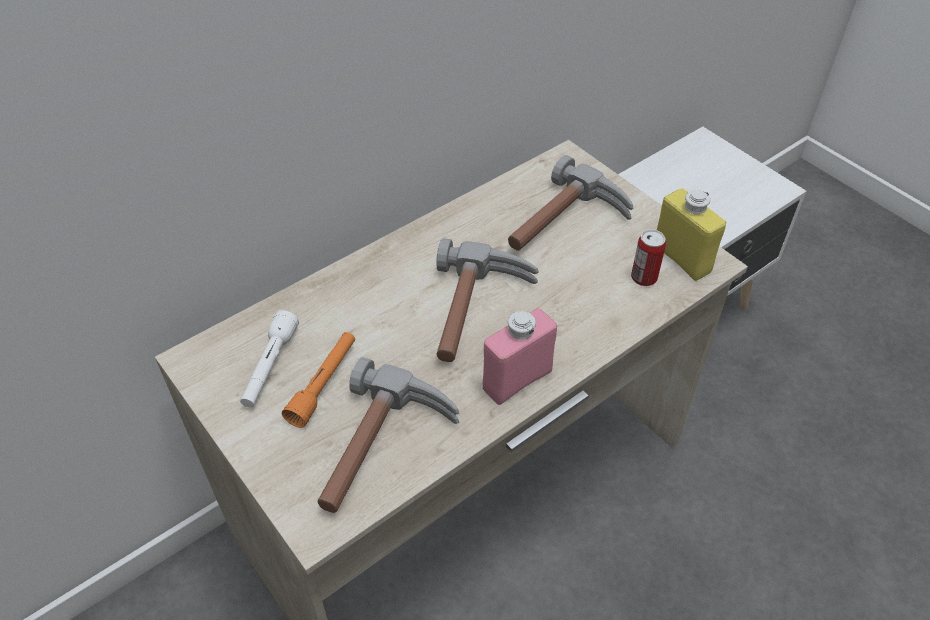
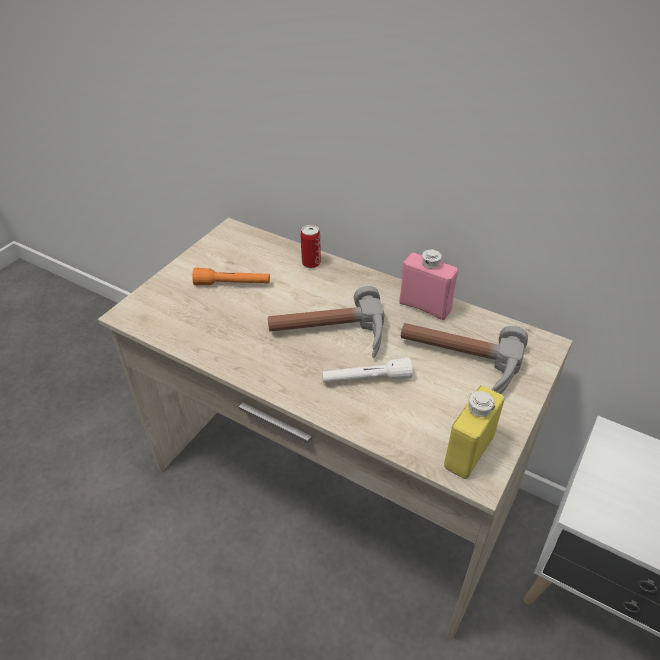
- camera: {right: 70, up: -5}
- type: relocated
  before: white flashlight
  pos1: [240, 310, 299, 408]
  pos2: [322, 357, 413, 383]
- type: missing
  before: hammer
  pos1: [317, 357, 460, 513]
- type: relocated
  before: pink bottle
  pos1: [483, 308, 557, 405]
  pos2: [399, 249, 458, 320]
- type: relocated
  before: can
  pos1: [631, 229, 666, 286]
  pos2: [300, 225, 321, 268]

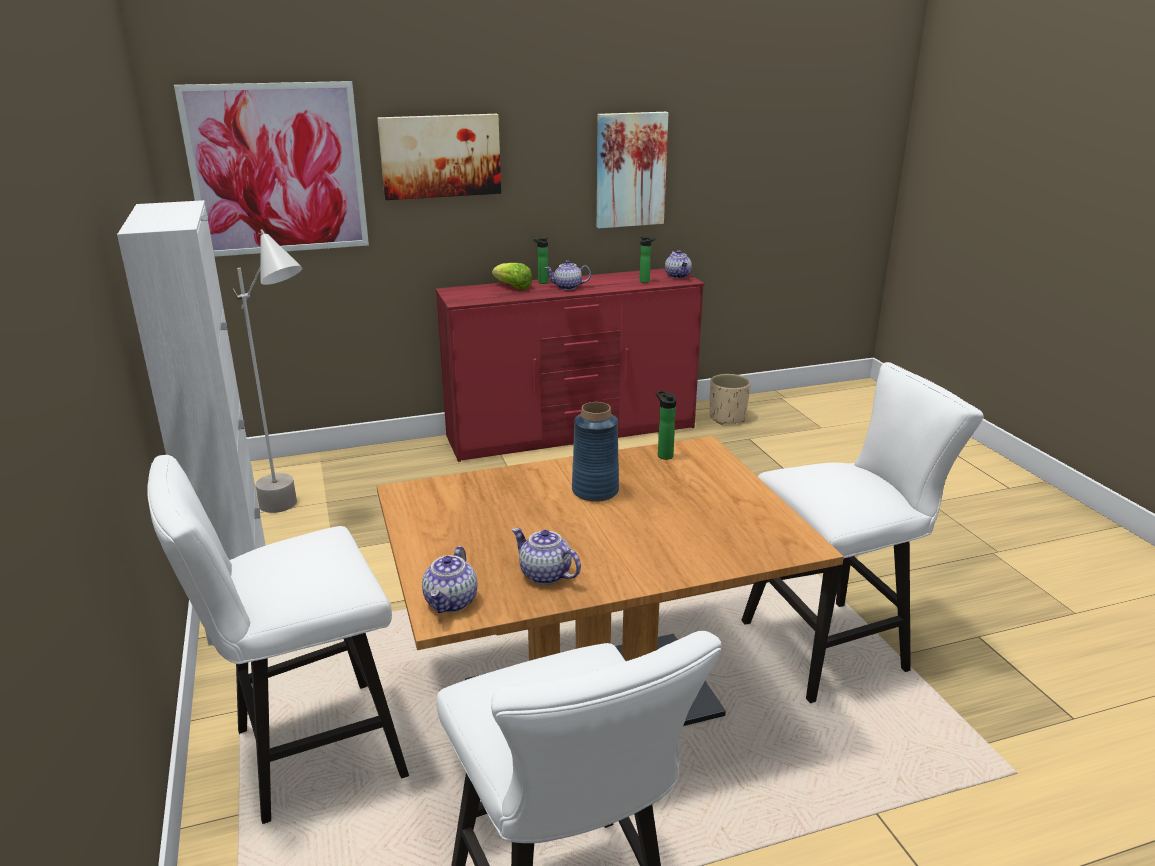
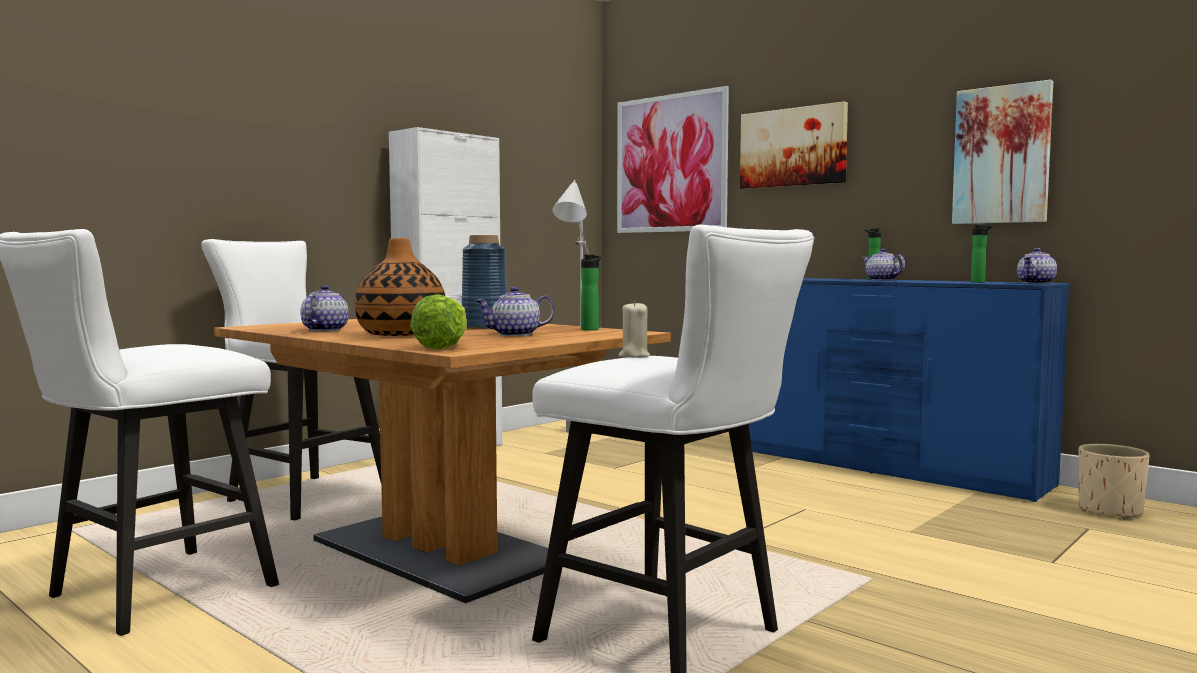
- camera: {right: 60, up: -20}
- type: relocated
  before: teapot
  pos1: [422, 546, 477, 613]
  pos2: [475, 287, 555, 336]
- type: colour
  before: red dresser
  after: blue dresser
  pos1: [435, 268, 705, 462]
  pos2: [748, 278, 1070, 502]
- type: relocated
  before: lettuce
  pos1: [492, 263, 532, 290]
  pos2: [410, 294, 467, 349]
- type: appeared
  after: vase
  pos2: [355, 238, 445, 336]
- type: appeared
  after: beige candle
  pos2: [618, 301, 650, 358]

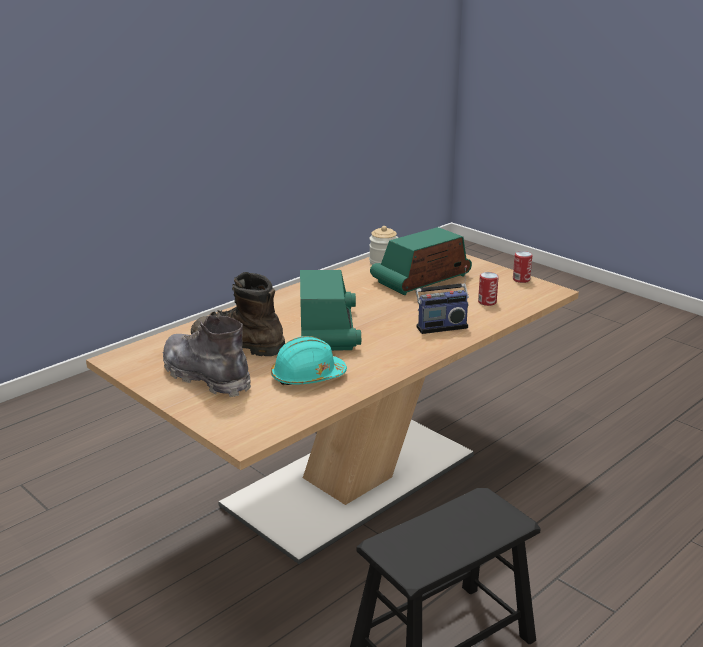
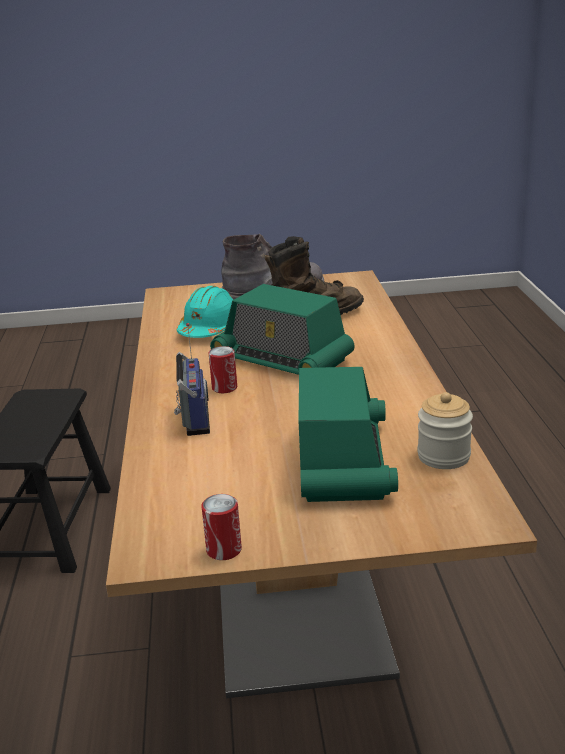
- camera: {right: 130, up: 0}
- type: spun
  before: radio
  pos1: [416, 266, 469, 334]
  pos2: [174, 323, 210, 436]
  turn: 150
- type: relocated
  before: can
  pos1: [478, 272, 499, 306]
  pos2: [209, 346, 237, 393]

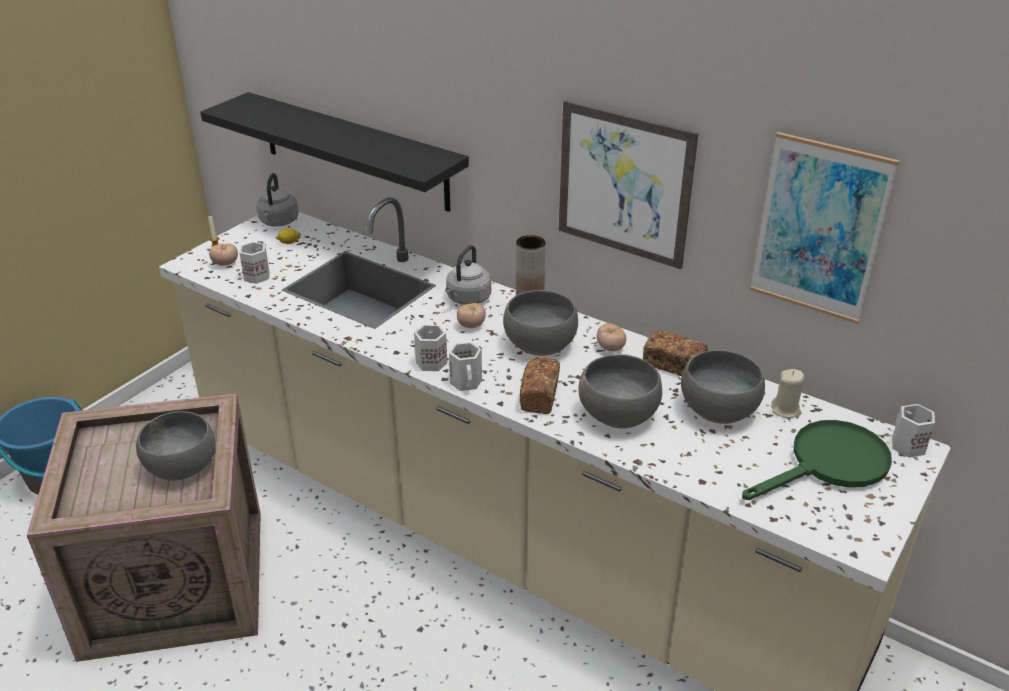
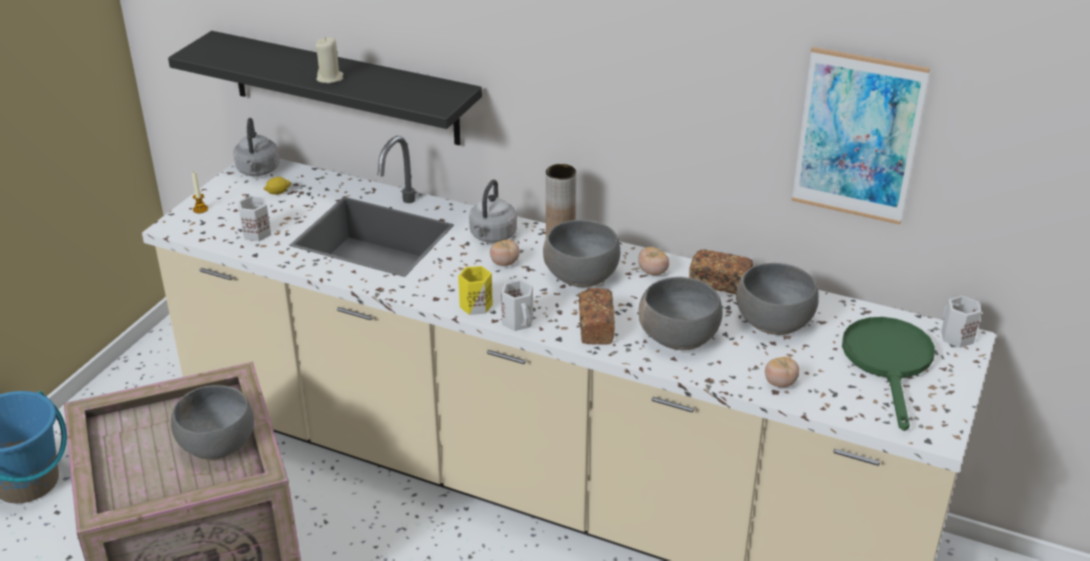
- camera: {right: -10, up: 0}
- type: relocated
  before: tomato
  pos1: [209, 243, 238, 266]
  pos2: [765, 357, 799, 388]
- type: colour
  before: white mug
  after: yellow mug
  pos1: [414, 325, 447, 371]
  pos2: [458, 266, 493, 315]
- type: missing
  before: picture
  pos1: [559, 100, 698, 269]
- type: spun
  before: green frying pan
  pos1: [742, 420, 892, 500]
  pos2: [842, 317, 935, 431]
  turn: -45
- type: relocated
  before: beige candle
  pos1: [771, 369, 804, 418]
  pos2: [315, 37, 343, 83]

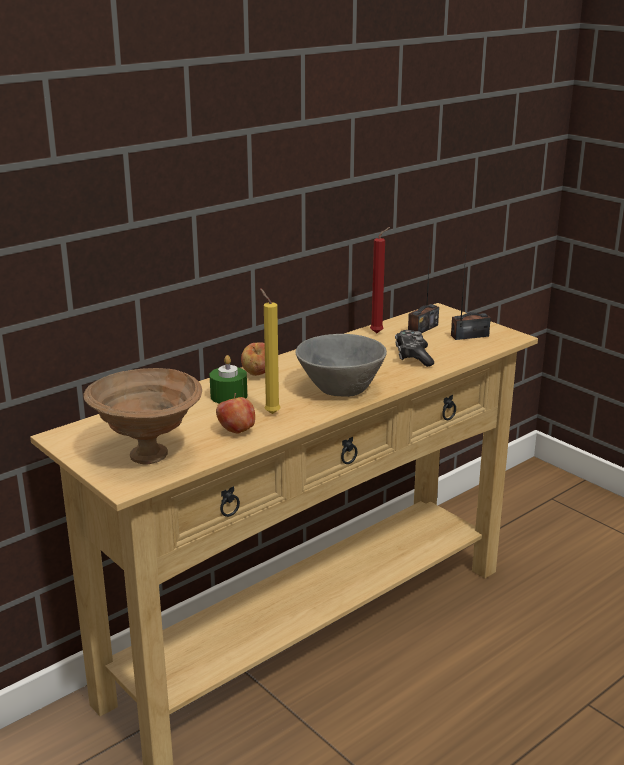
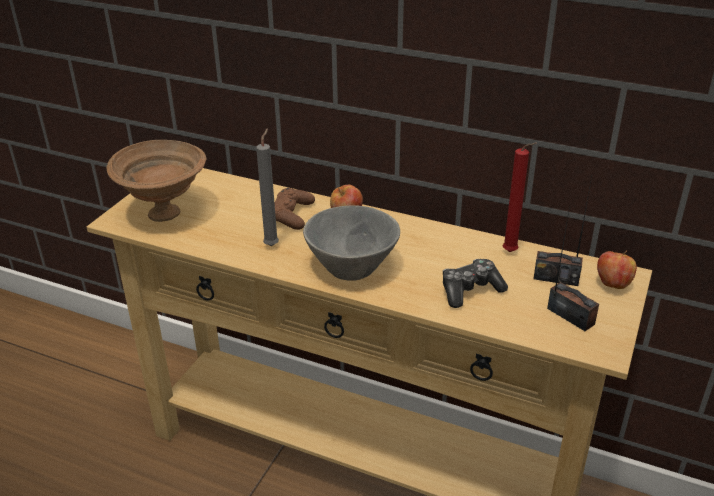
- camera: {right: 65, up: 10}
- type: exchanged
  before: green candle
  after: brown game controller
  pos1: [209, 355, 247, 404]
  pos2: [274, 188, 315, 230]
- type: relocated
  before: apple
  pos1: [216, 393, 255, 434]
  pos2: [597, 251, 637, 289]
- type: colour
  before: yellow candle
  after: grey candle
  pos1: [260, 288, 280, 414]
  pos2: [256, 128, 279, 246]

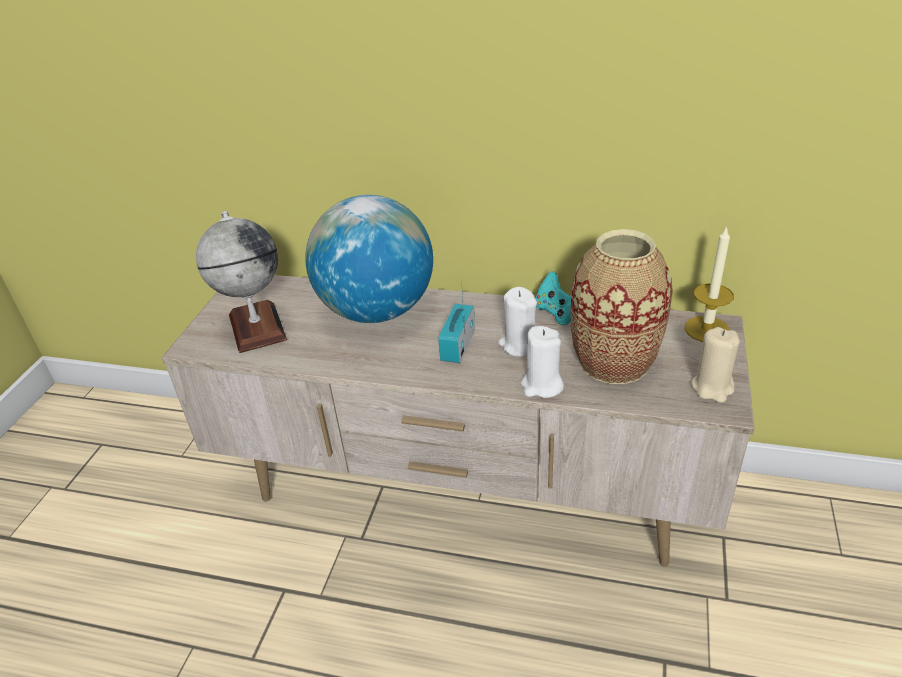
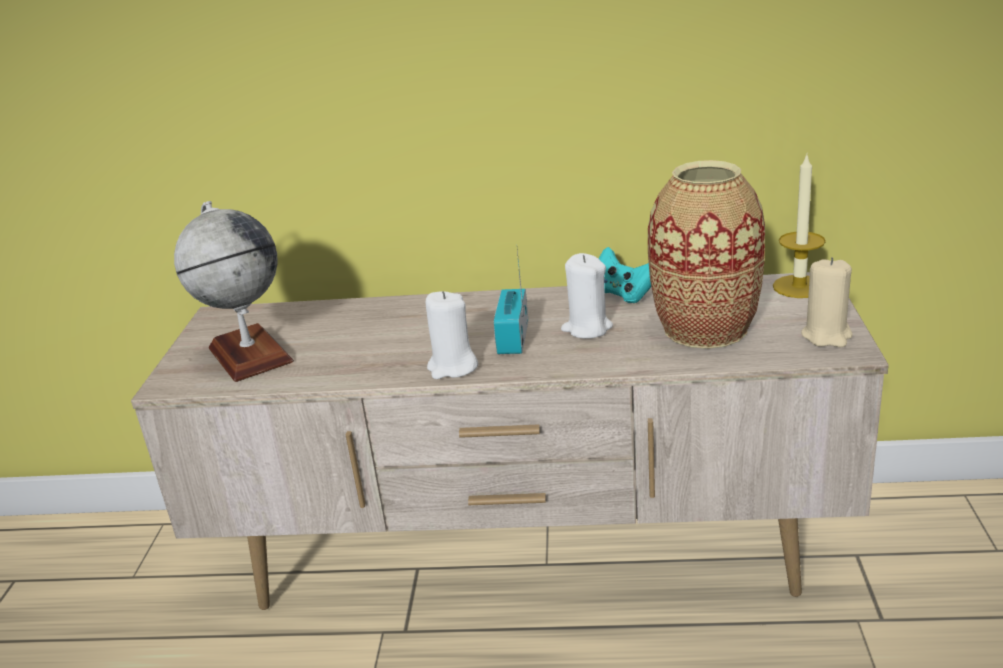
- camera: {right: -10, up: -10}
- type: missing
  before: globe
  pos1: [305, 195, 433, 323]
- type: relocated
  before: white candle
  pos1: [521, 326, 564, 398]
  pos2: [426, 291, 478, 379]

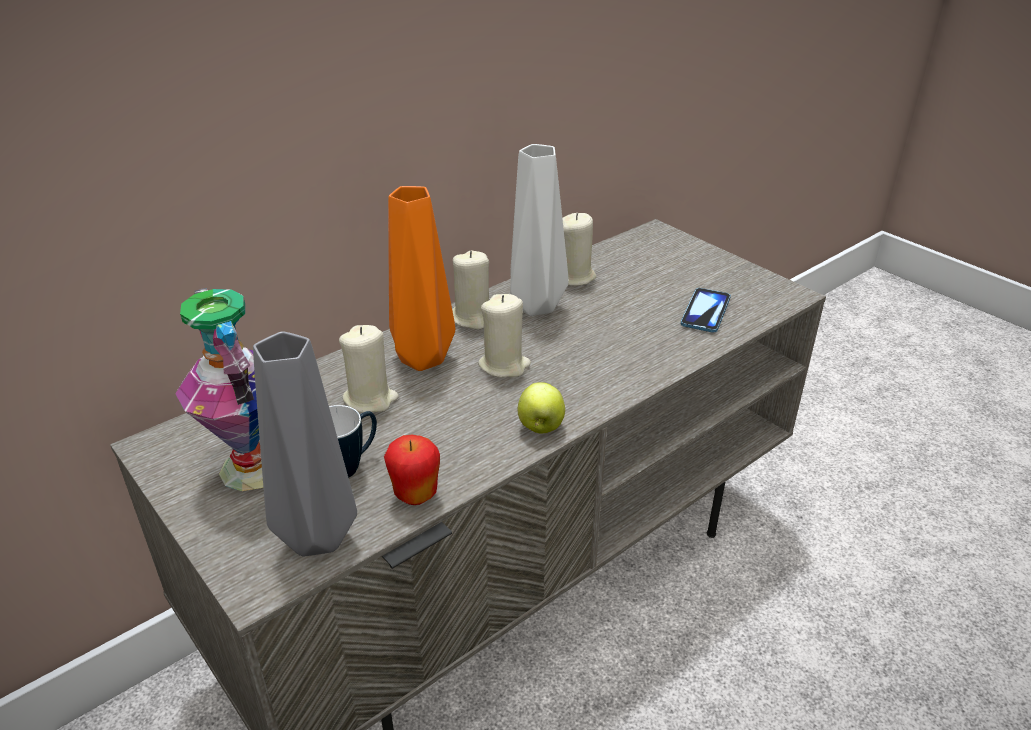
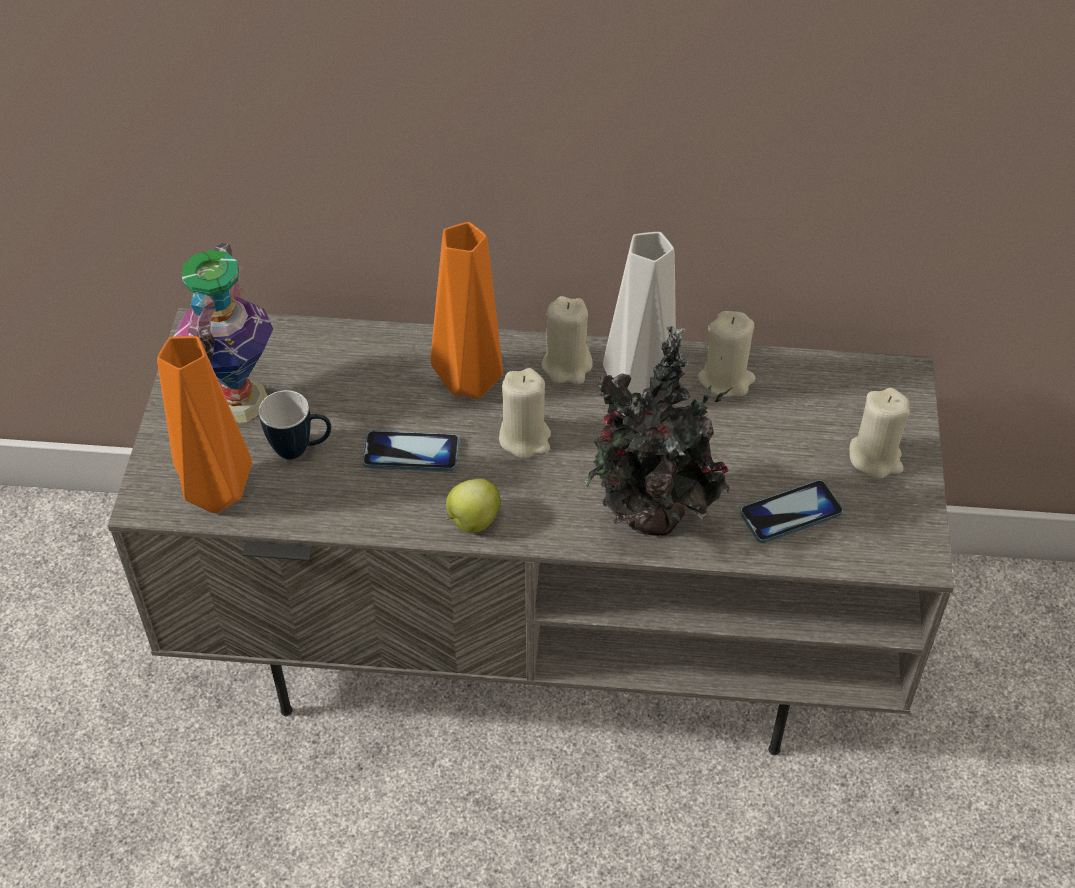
- camera: {right: 45, up: 15}
- type: colour
  before: grey vase
  after: orange vase
  pos1: [253, 331, 357, 557]
  pos2: [157, 336, 252, 513]
- type: relocated
  before: beige candle
  pos1: [339, 325, 399, 413]
  pos2: [850, 388, 910, 479]
- type: missing
  before: apple
  pos1: [384, 435, 440, 505]
- type: appeared
  after: phone
  pos2: [363, 431, 459, 471]
- type: appeared
  after: potted plant
  pos2: [585, 326, 733, 536]

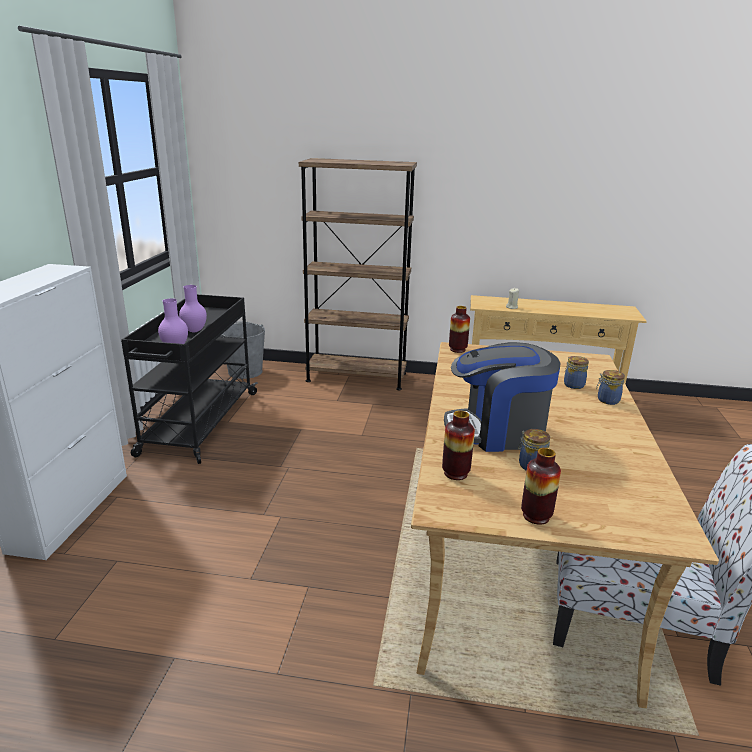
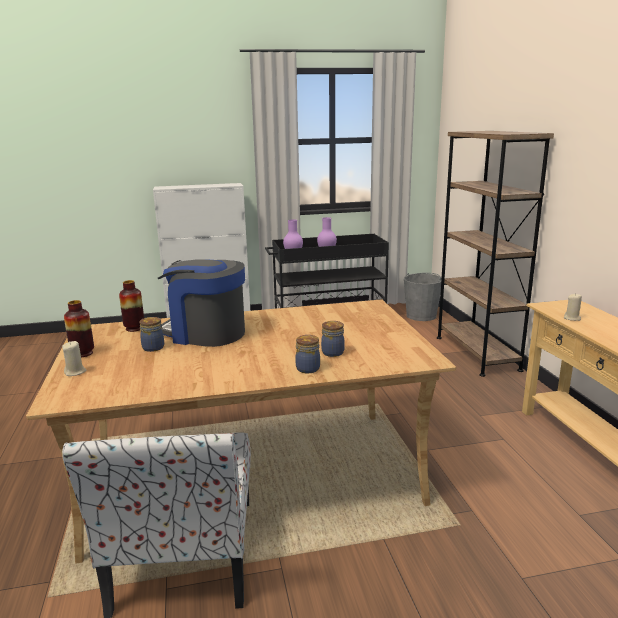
- camera: {right: 70, up: -5}
- type: spun
  before: coffee machine
  pos1: [444, 342, 560, 452]
  pos2: [158, 260, 245, 347]
  turn: -45
- type: missing
  before: vase
  pos1: [449, 306, 470, 353]
- type: appeared
  after: beige candle
  pos2: [62, 341, 86, 376]

